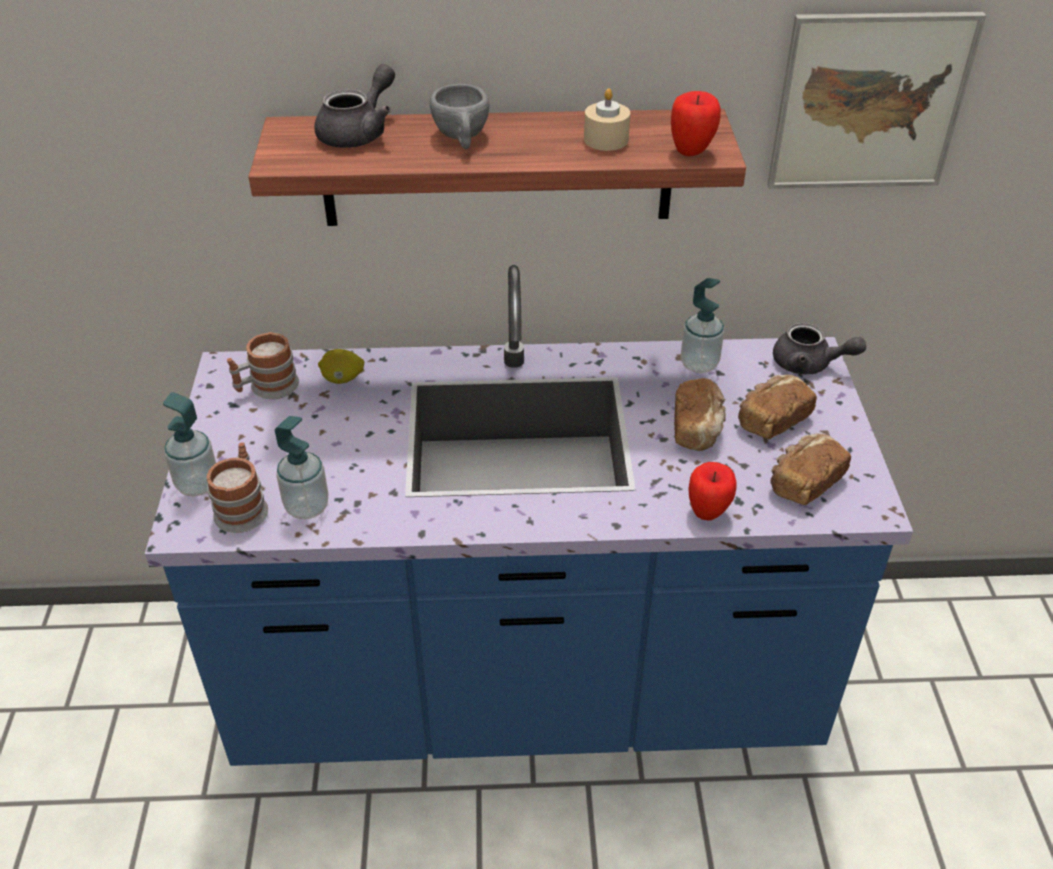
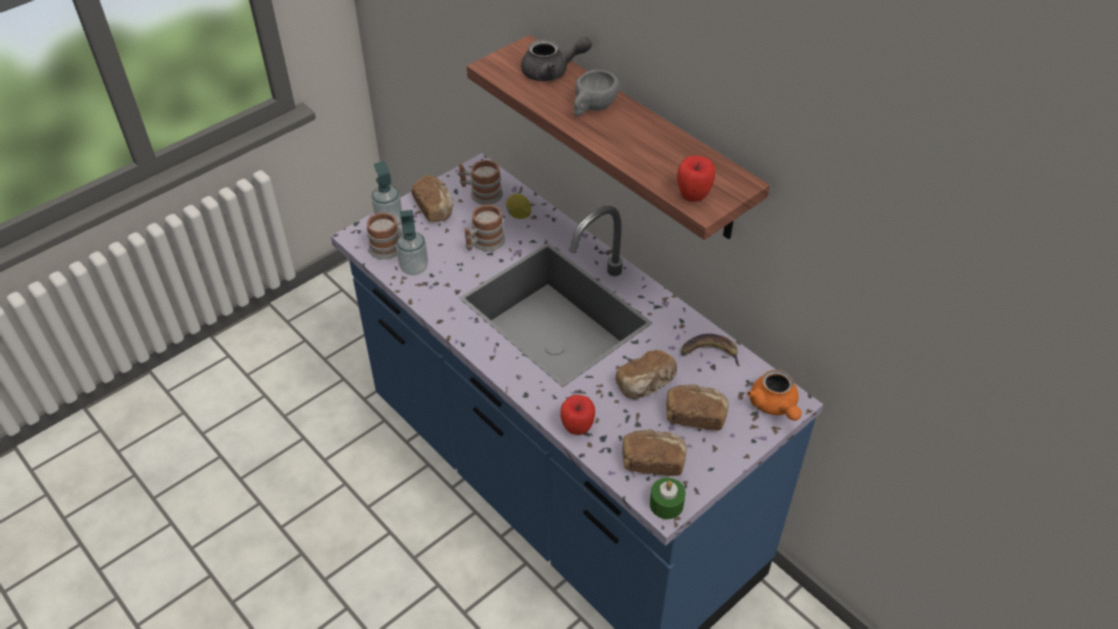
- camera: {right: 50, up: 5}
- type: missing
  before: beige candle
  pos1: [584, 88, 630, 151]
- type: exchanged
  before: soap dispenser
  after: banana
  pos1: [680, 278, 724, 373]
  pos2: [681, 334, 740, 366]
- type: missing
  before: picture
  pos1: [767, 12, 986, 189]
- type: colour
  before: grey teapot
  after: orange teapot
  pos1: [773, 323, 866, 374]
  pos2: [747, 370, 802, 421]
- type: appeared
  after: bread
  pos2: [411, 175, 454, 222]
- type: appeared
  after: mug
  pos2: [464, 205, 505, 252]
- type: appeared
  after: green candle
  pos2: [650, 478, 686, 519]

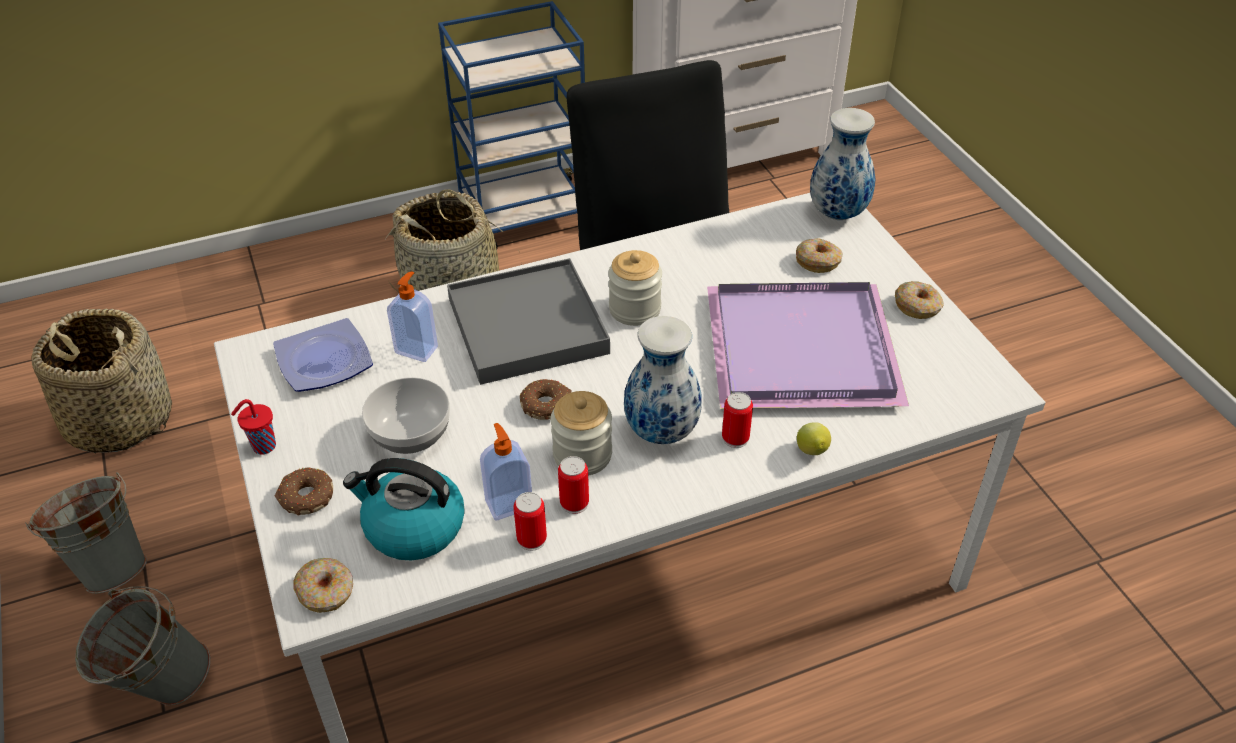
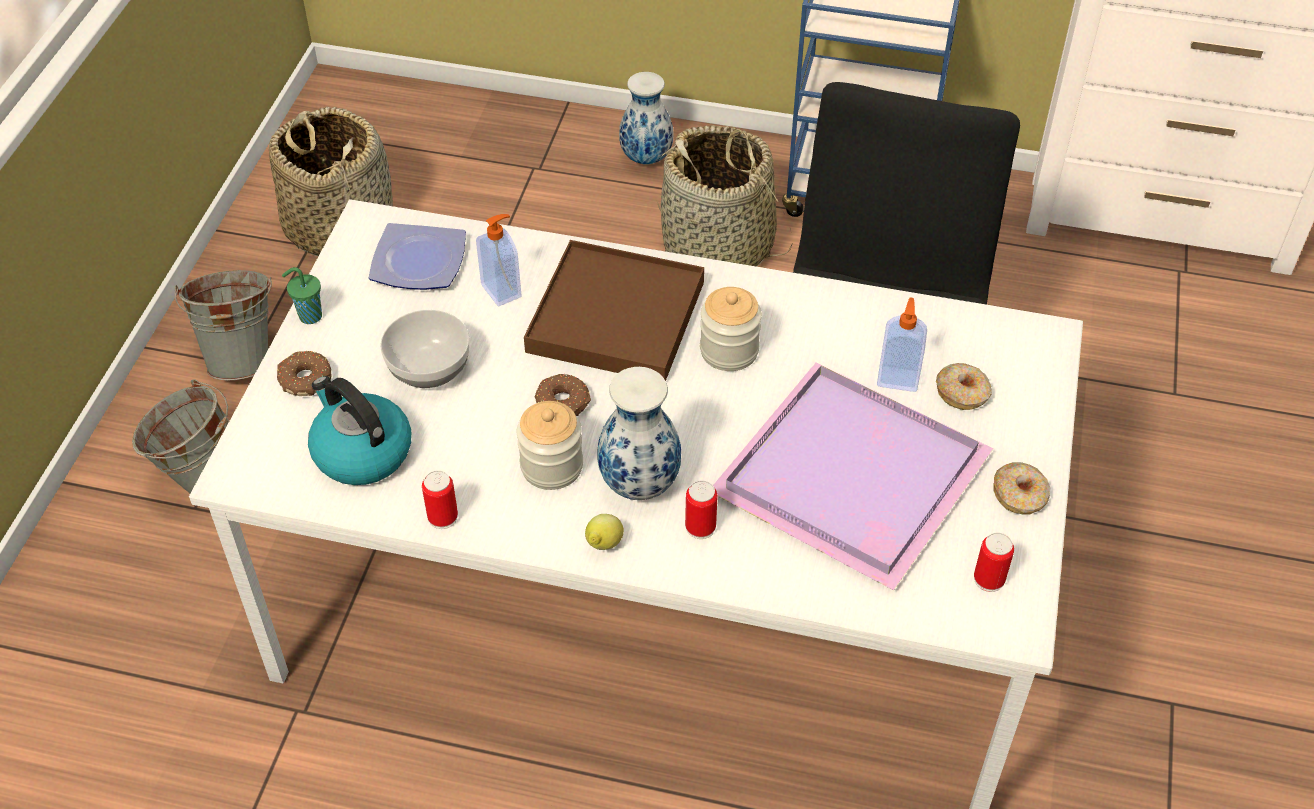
- camera: {right: 35, up: 5}
- type: colour
  before: red cup
  after: green cup
  pos1: [231, 399, 276, 454]
  pos2: [282, 267, 322, 324]
- type: missing
  before: donut
  pos1: [293, 558, 353, 613]
- type: colour
  before: grey tray
  after: brown tray
  pos1: [447, 258, 610, 385]
  pos2: [524, 240, 704, 381]
- type: relocated
  before: soap dispenser
  pos1: [480, 423, 532, 520]
  pos2: [877, 297, 927, 392]
- type: relocated
  before: can
  pos1: [558, 456, 589, 514]
  pos2: [974, 533, 1014, 592]
- type: relocated
  before: lemon
  pos1: [797, 422, 831, 455]
  pos2: [585, 514, 624, 550]
- type: relocated
  before: vase
  pos1: [810, 108, 875, 220]
  pos2: [619, 72, 673, 165]

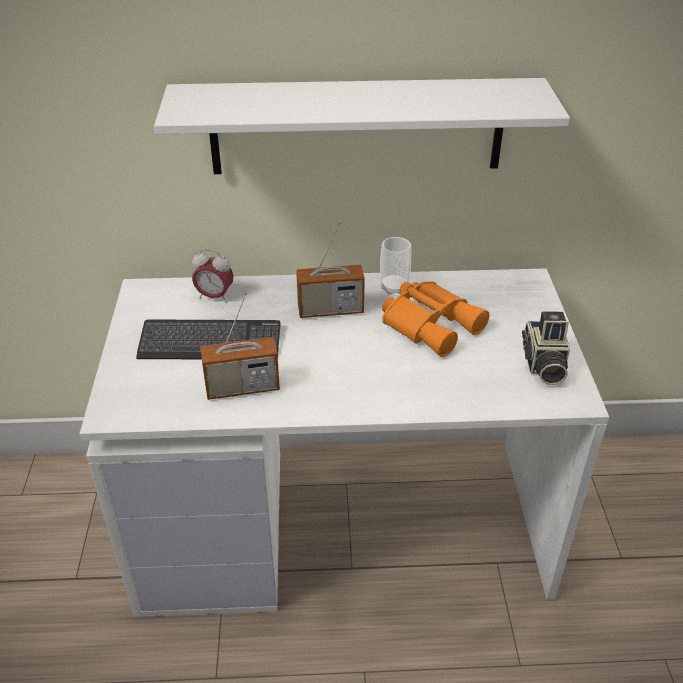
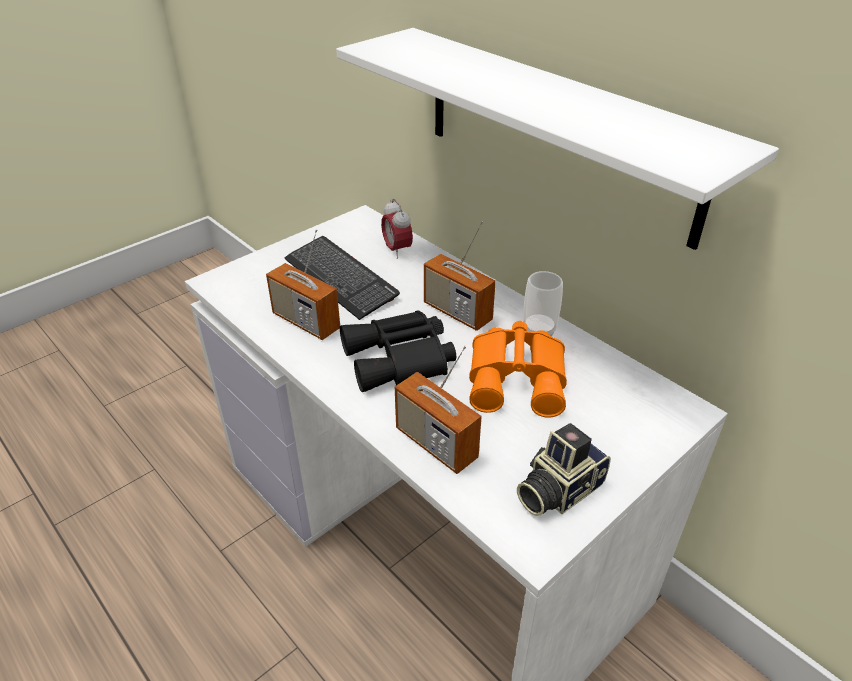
- camera: {right: 50, up: 0}
- type: appeared
  after: black binoculars
  pos2: [340, 310, 456, 392]
- type: appeared
  after: radio
  pos2: [395, 346, 482, 474]

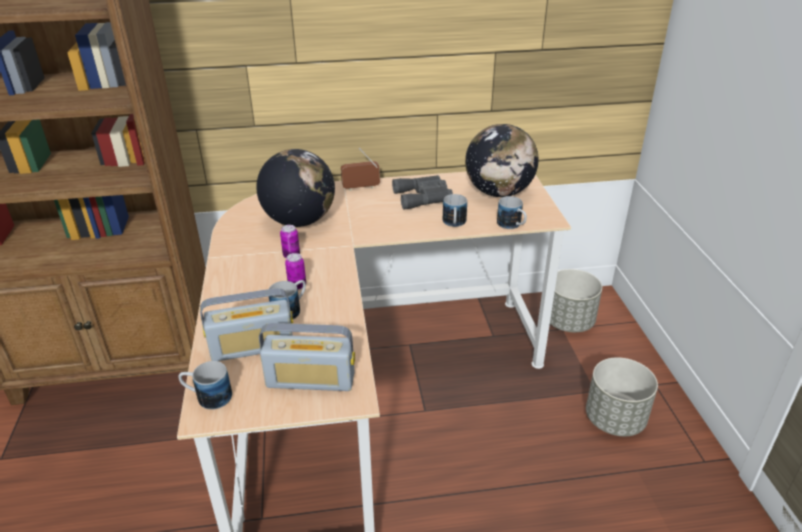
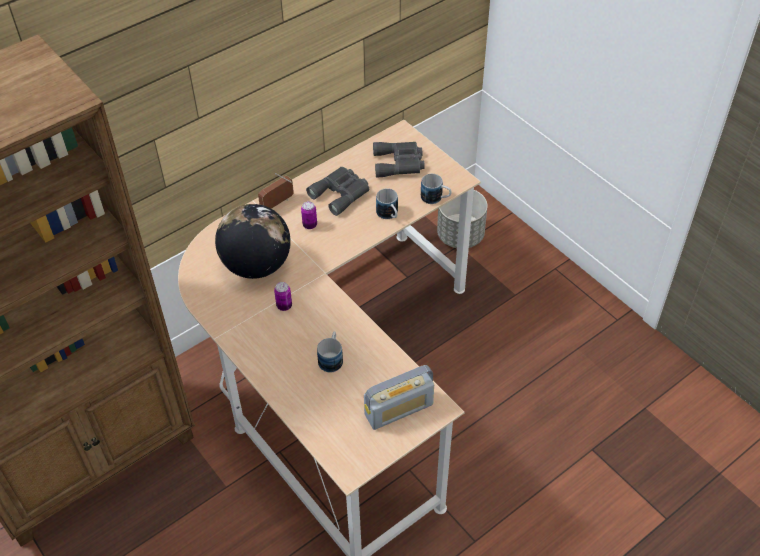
- camera: {right: -30, up: 15}
- type: missing
  before: mug
  pos1: [179, 361, 232, 410]
- type: missing
  before: radio
  pos1: [200, 288, 293, 361]
- type: relocated
  before: can
  pos1: [285, 253, 306, 290]
  pos2: [301, 201, 317, 229]
- type: exchanged
  before: globe
  after: grey binoculars
  pos1: [465, 124, 539, 197]
  pos2: [373, 142, 425, 178]
- type: missing
  before: grey planter
  pos1: [586, 357, 658, 436]

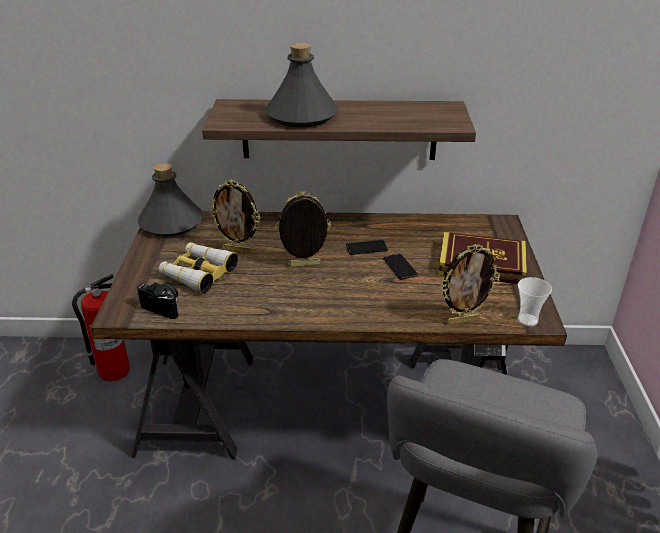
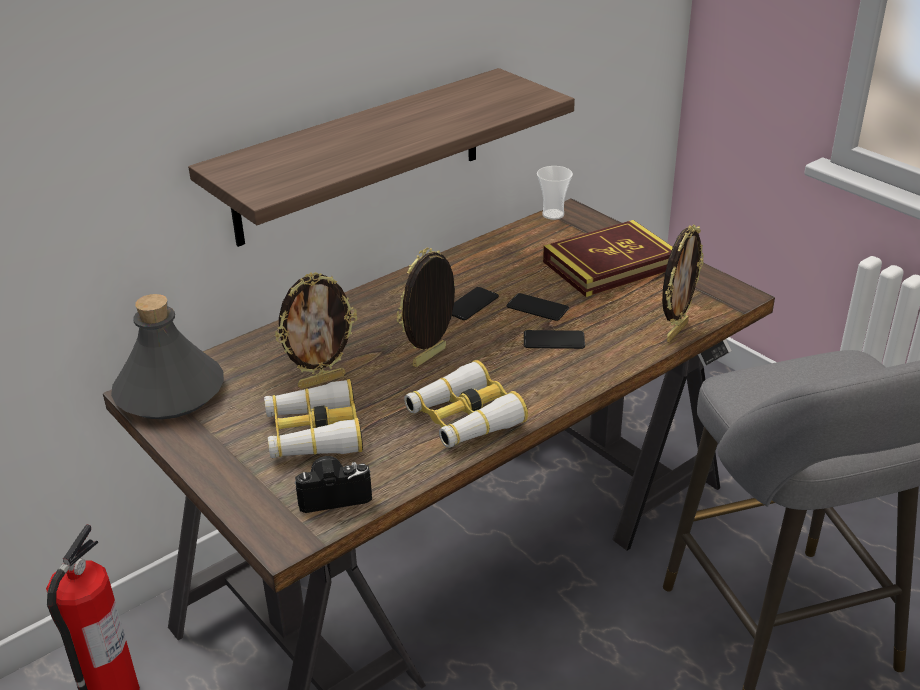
- camera: {right: -40, up: 0}
- type: missing
  before: grey bottle
  pos1: [266, 43, 338, 128]
- type: relocated
  before: cup
  pos1: [518, 277, 552, 326]
  pos2: [537, 166, 573, 220]
- type: appeared
  after: binoculars
  pos2: [404, 360, 528, 448]
- type: appeared
  after: phone
  pos2: [524, 330, 585, 349]

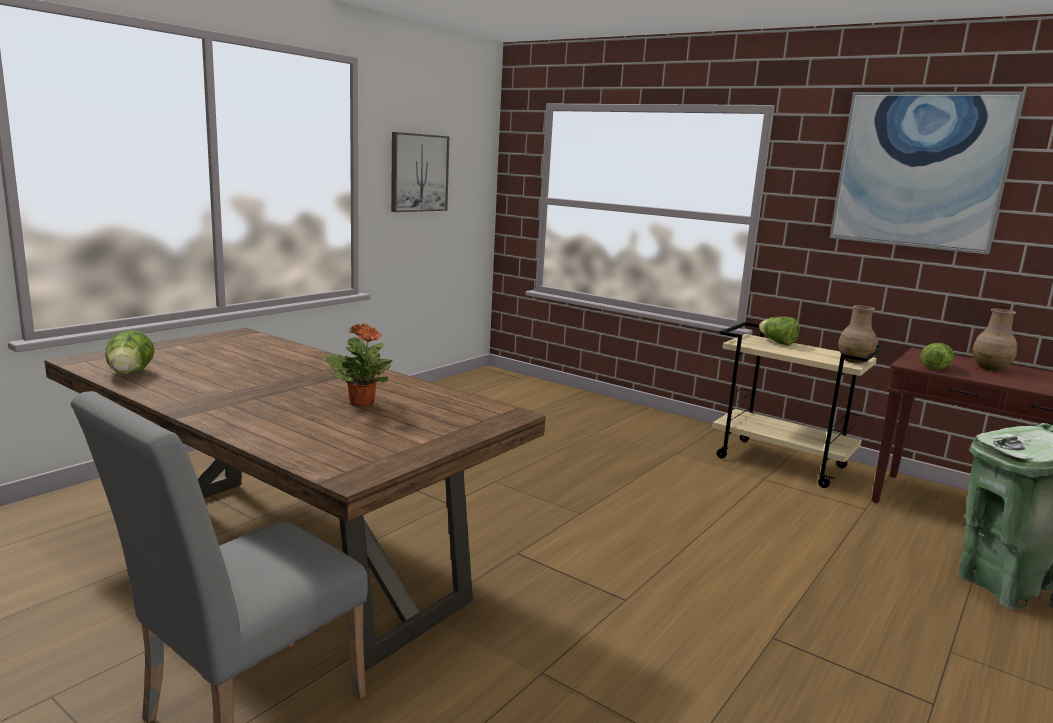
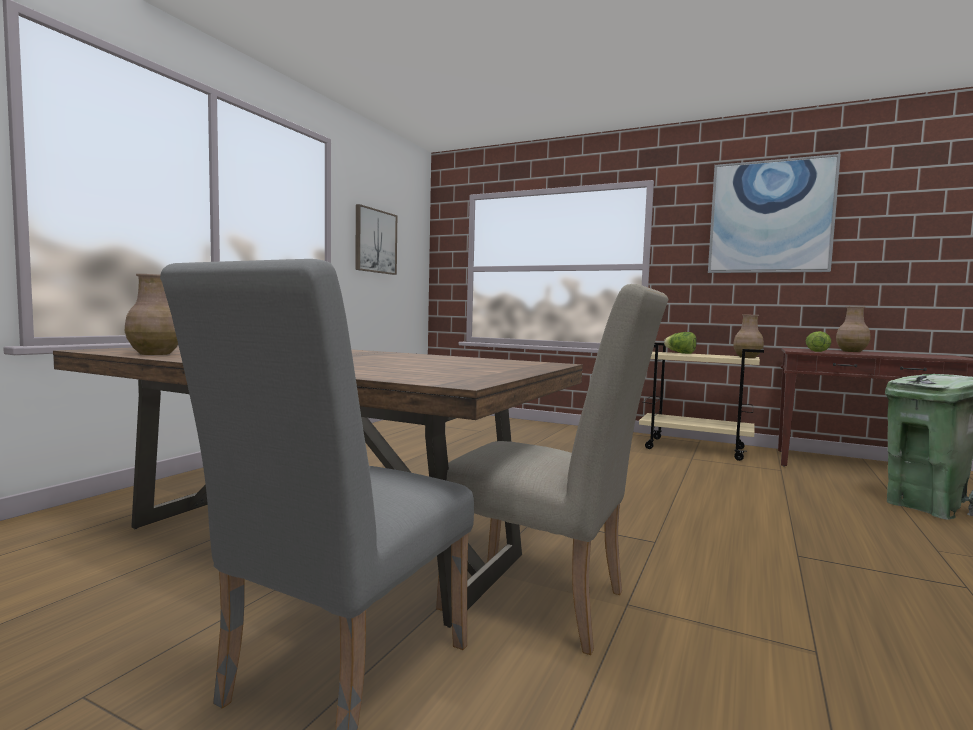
- camera: {right: -10, up: -10}
- type: exchanged
  before: lettuce
  after: brown vase
  pos1: [105, 330, 155, 374]
  pos2: [125, 274, 178, 355]
- type: missing
  before: potted plant
  pos1: [325, 323, 393, 407]
- type: appeared
  after: beige chair
  pos2: [436, 284, 669, 655]

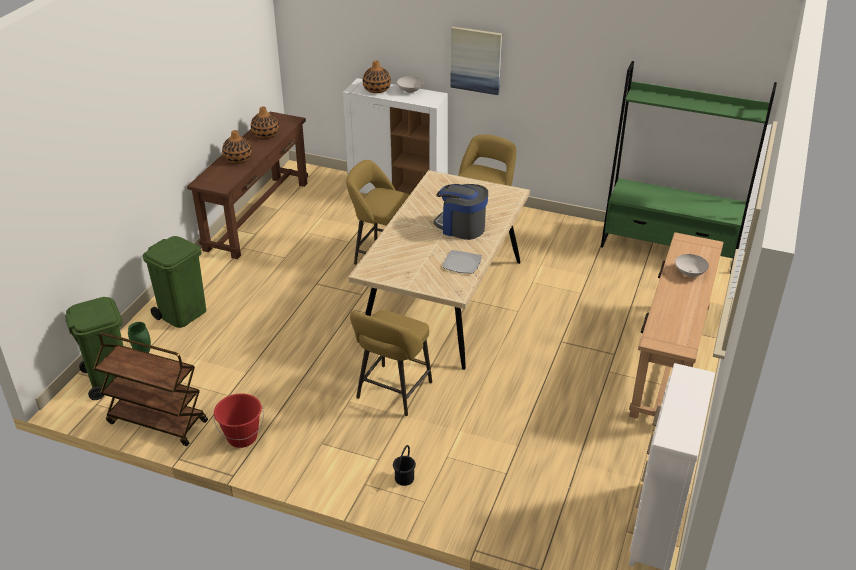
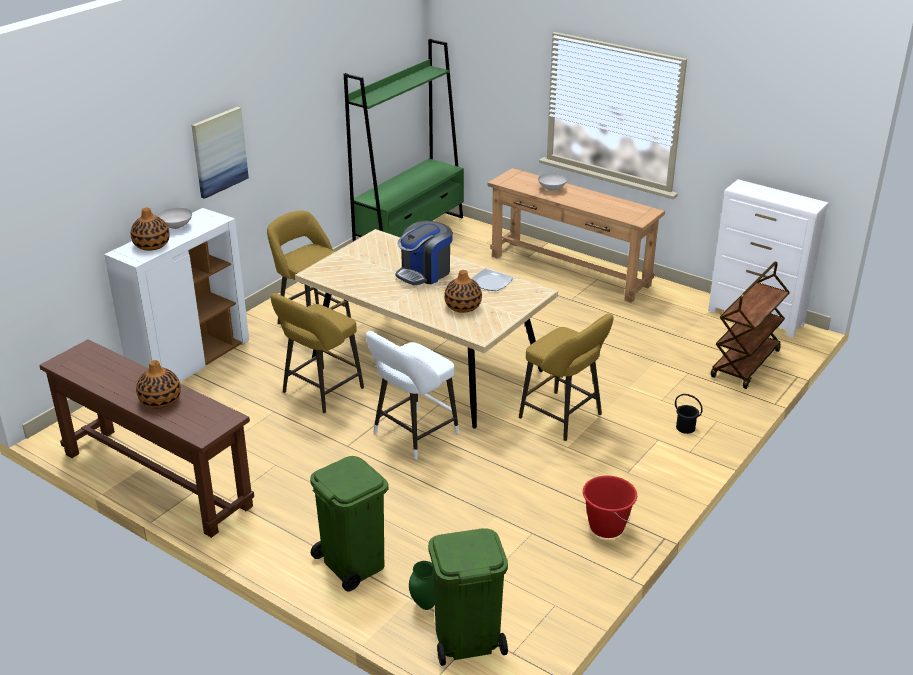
- camera: {right: -75, up: -5}
- type: relocated
  before: brown cart
  pos1: [93, 332, 208, 446]
  pos2: [711, 262, 790, 389]
- type: relocated
  before: vase
  pos1: [251, 106, 279, 139]
  pos2: [444, 270, 482, 313]
- type: appeared
  after: white stool
  pos2: [366, 331, 459, 460]

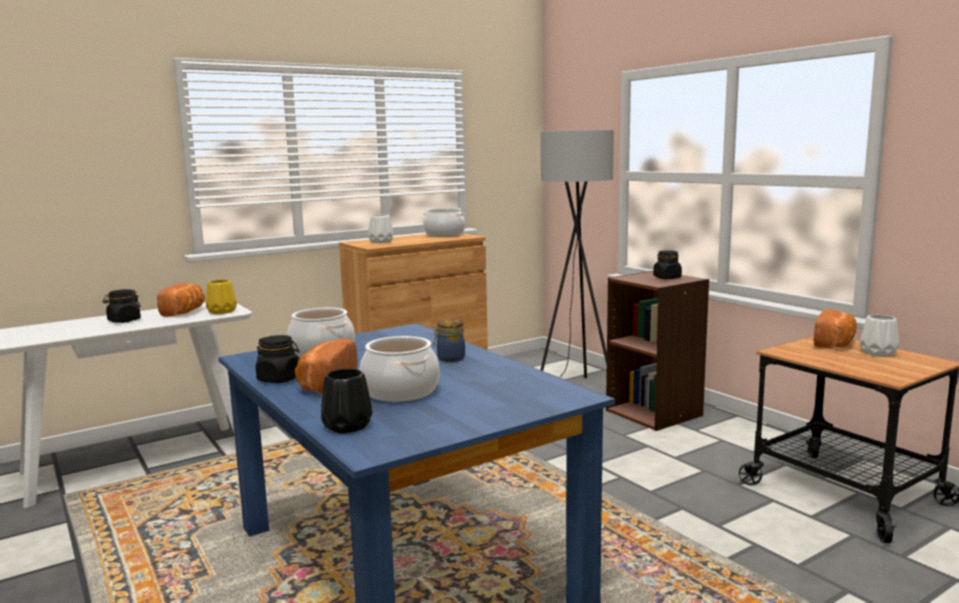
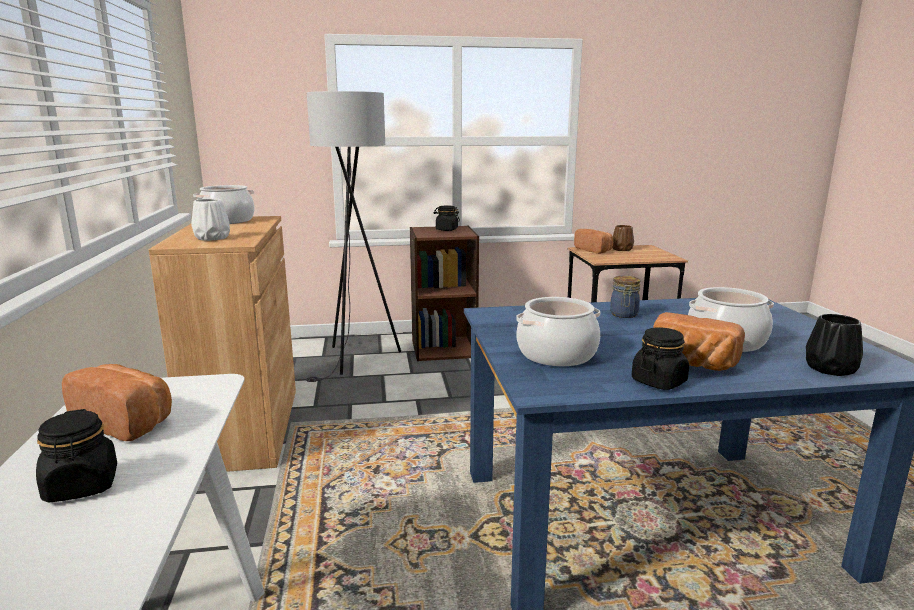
- camera: {right: -65, up: 5}
- type: missing
  before: yellow vase
  pos1: [206, 280, 237, 314]
- type: colour
  before: white vase
  after: brown vase
  pos1: [860, 315, 899, 357]
  pos2: [612, 225, 634, 251]

